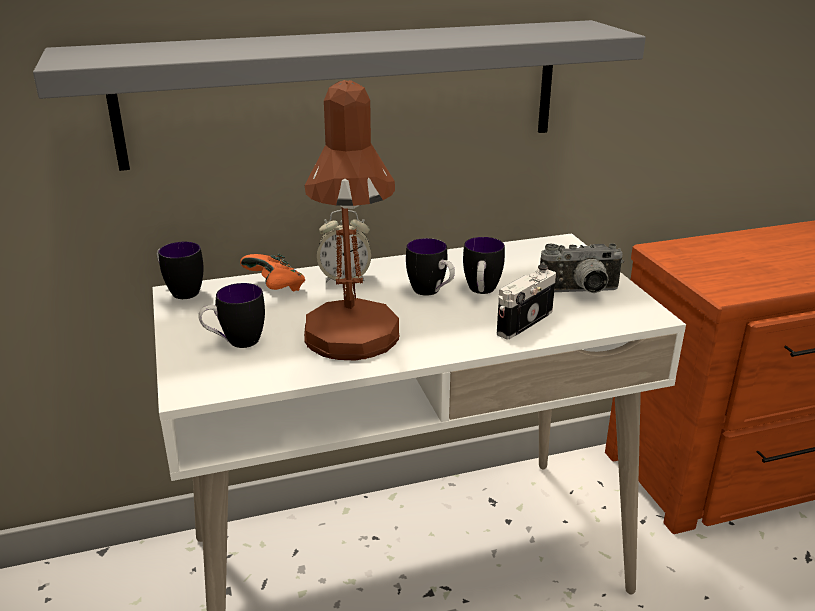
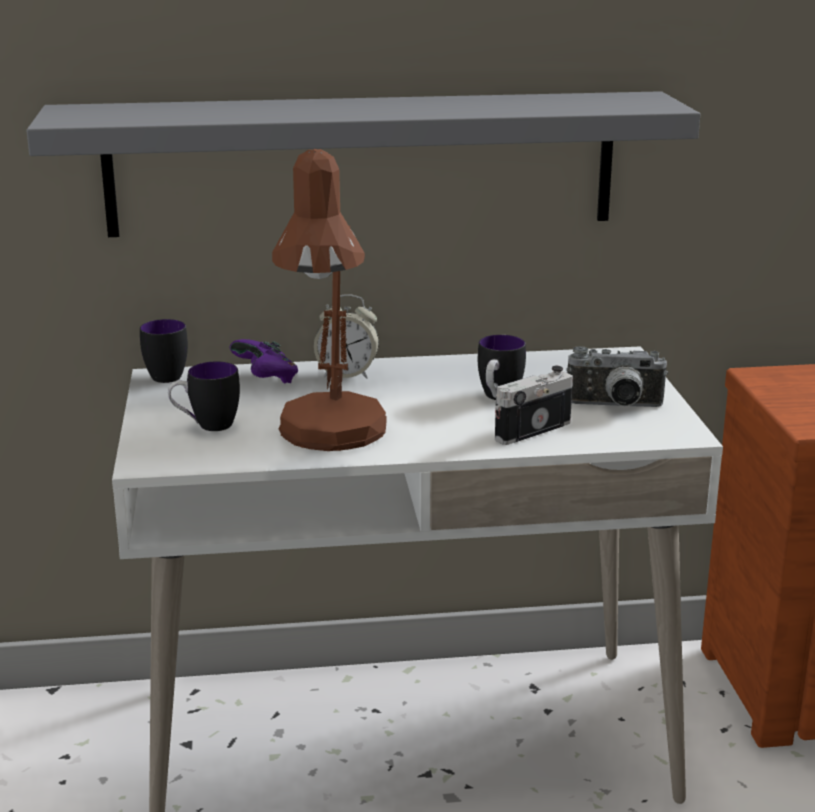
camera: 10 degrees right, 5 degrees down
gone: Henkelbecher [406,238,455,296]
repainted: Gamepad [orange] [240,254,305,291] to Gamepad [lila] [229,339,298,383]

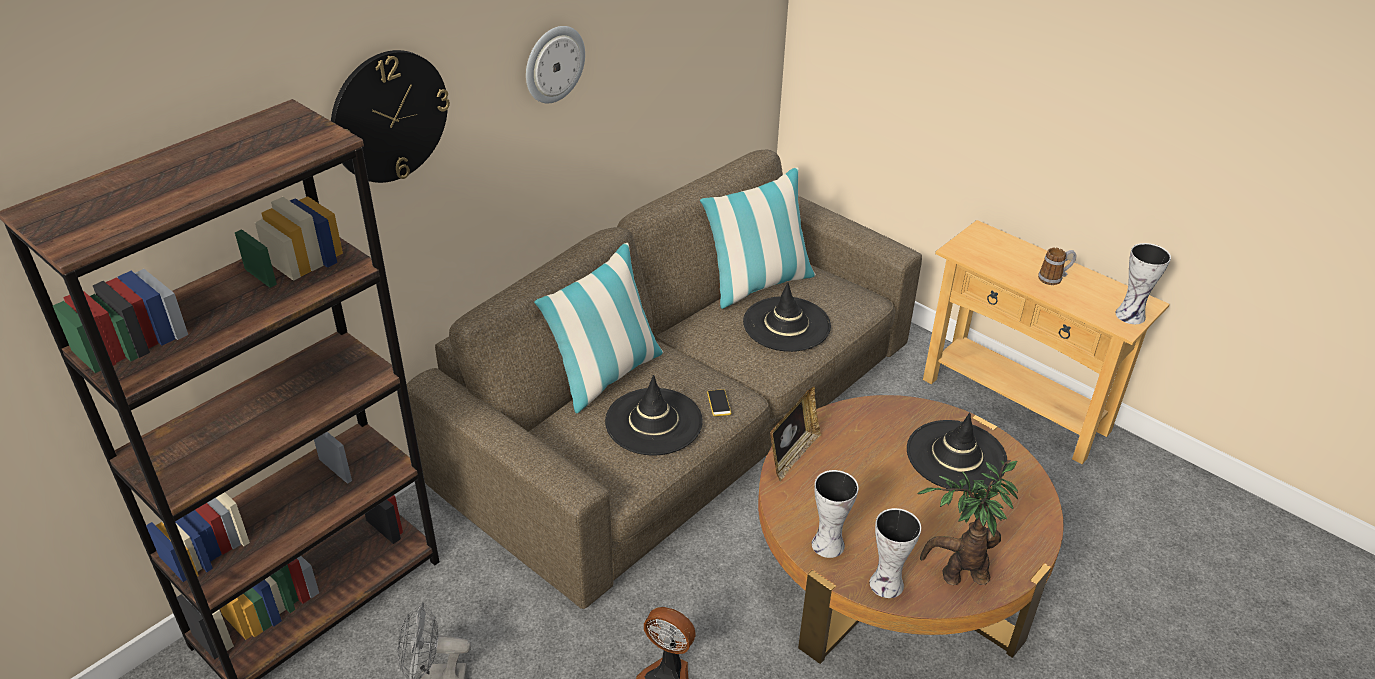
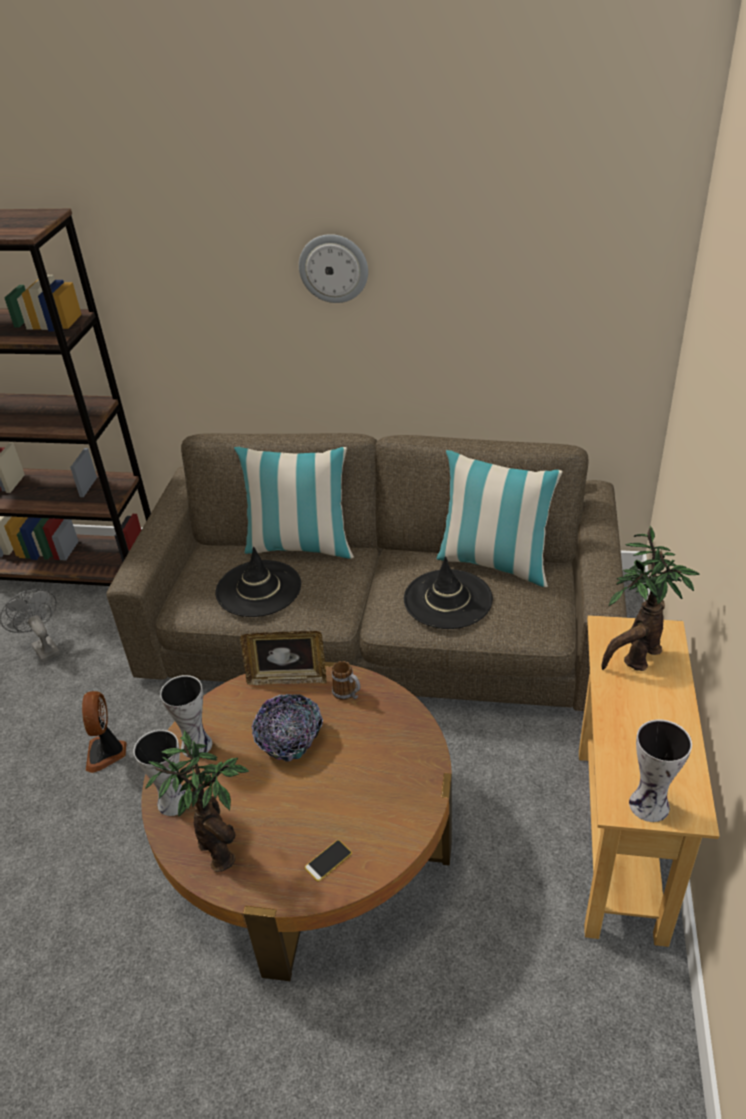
camera: 60 degrees right, 0 degrees up
gone: Wanduhr [331,50,450,183]; Hut [schwarz] [907,413,1007,490]
new: Schüssel [252,694,323,762]; Topfpflanze [601,526,700,671]
shifted: Handy [707,389,731,416] to [305,840,352,882]; Henkelbecher [1038,247,1076,285] to [332,661,360,700]

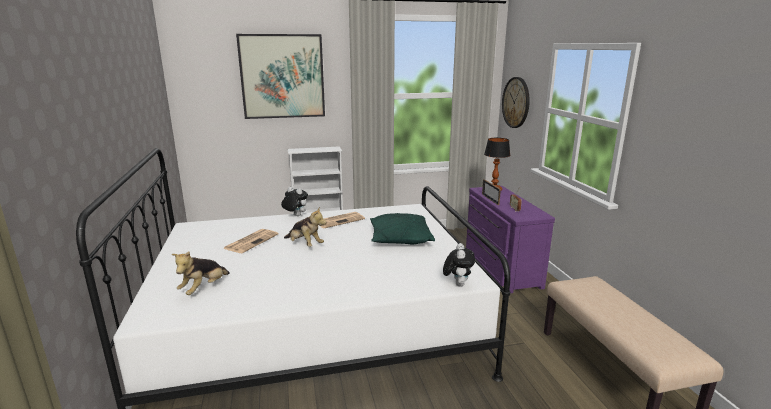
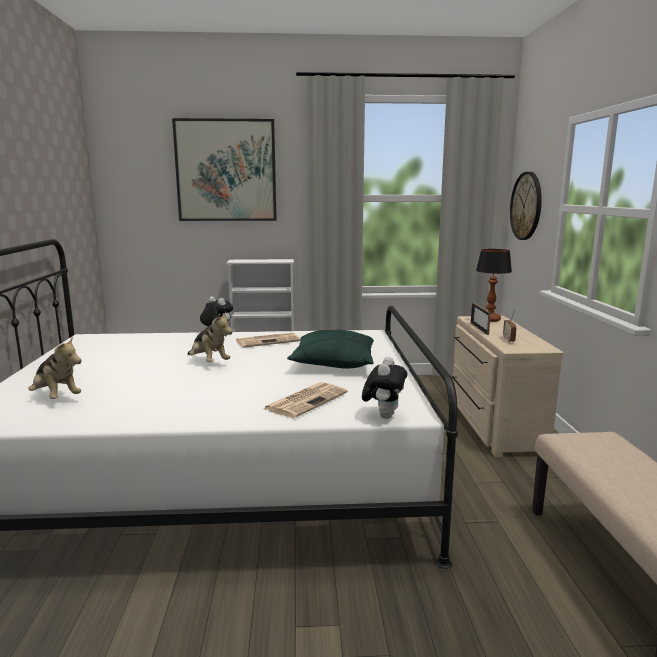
camera: 10 degrees right, 5 degrees down
shifted: Zeitung [223,229,278,253] to [262,382,348,418]
repainted: Kommode [lila] [466,186,555,293] to Kommode [beige] [452,316,564,457]
rotated: Plüschtier [172,251,230,295] = [28,336,81,399] 90 degrees counterclockwise

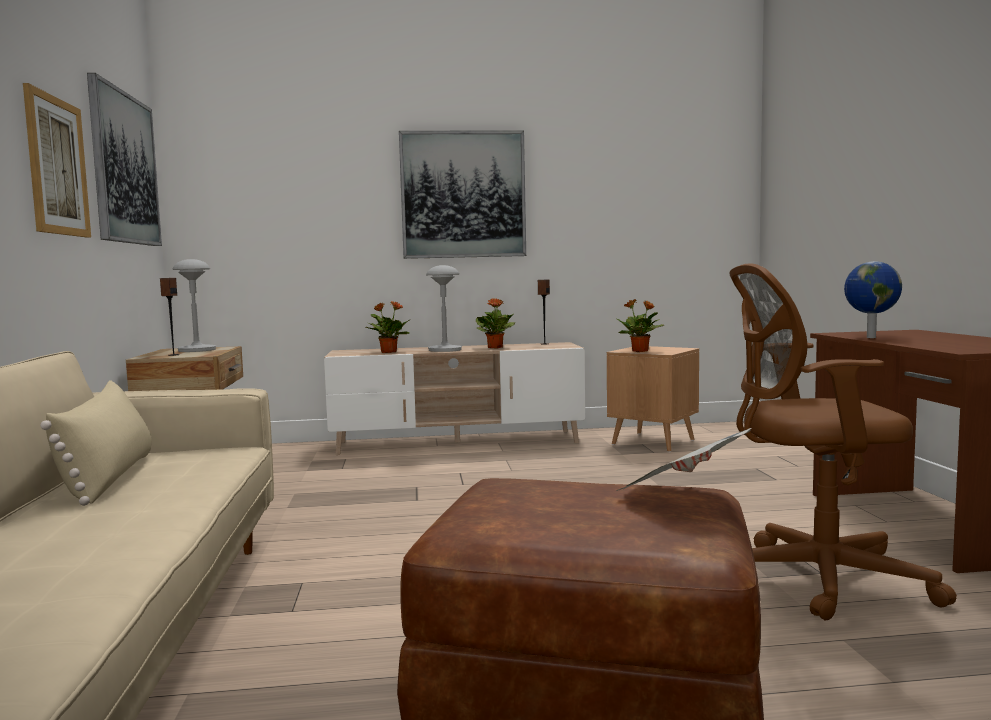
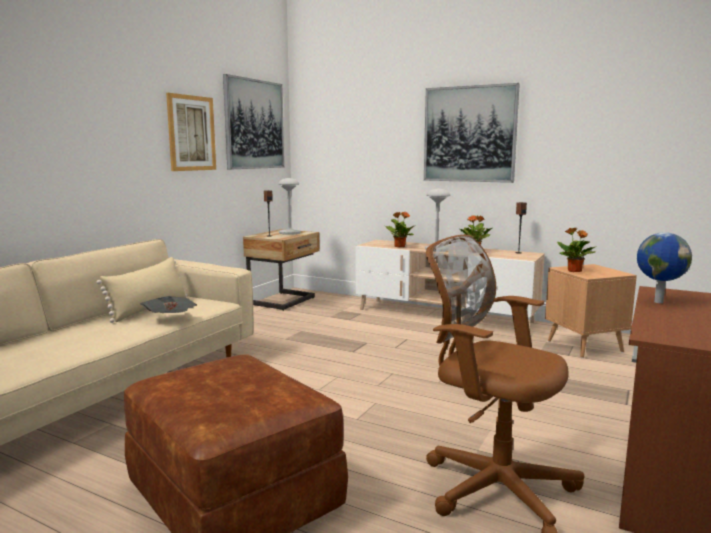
camera: 35 degrees right, 5 degrees up
shifted: Zeitung [616,428,752,491] to [140,296,197,313]

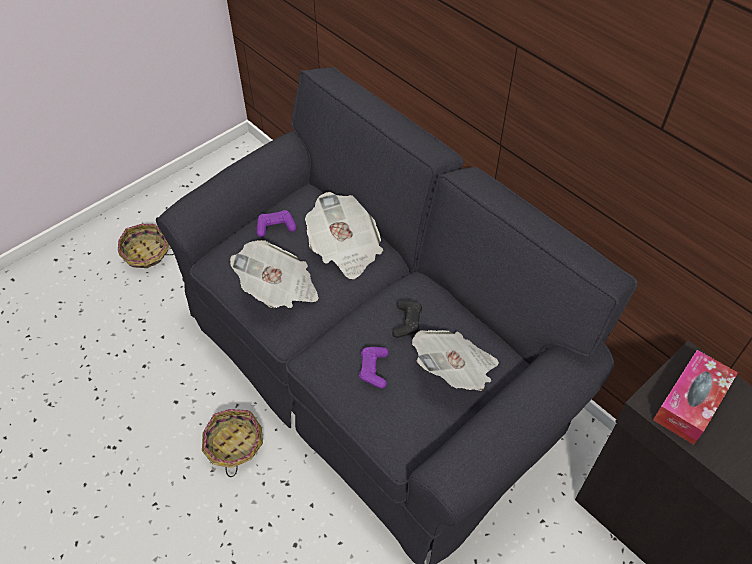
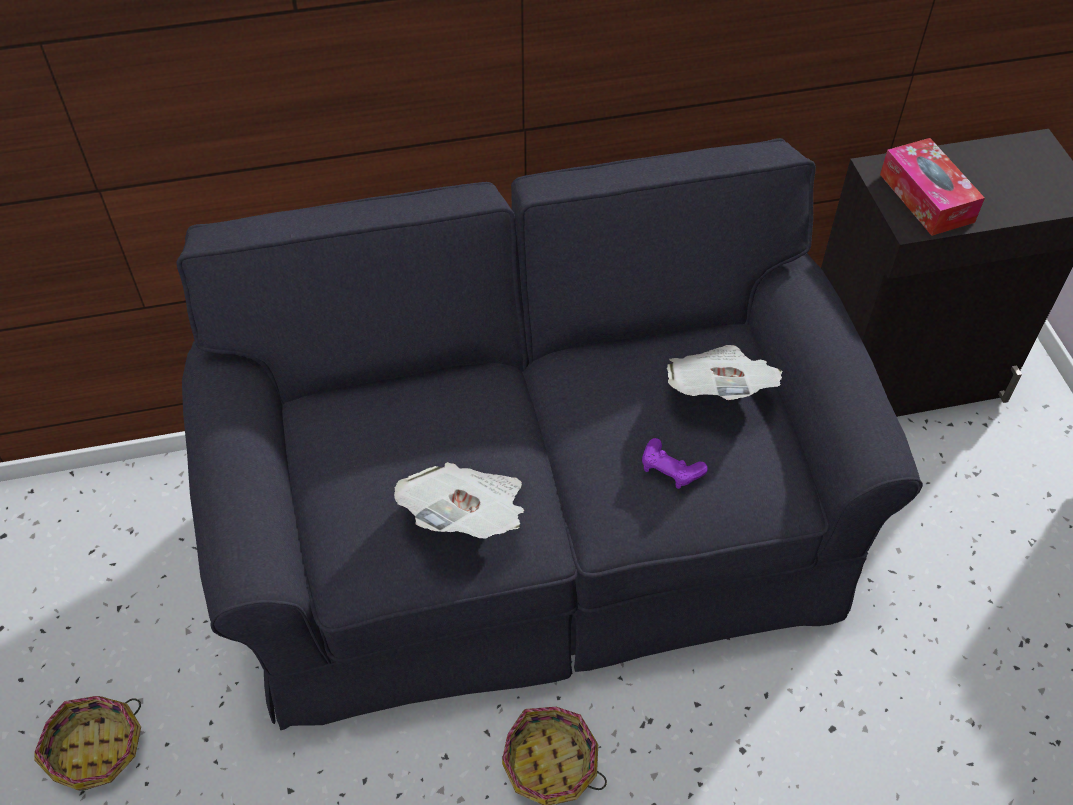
camera: 60 degrees left, 0 degrees up
gone: Gamepad [lila] [257,210,297,237]; Zeitung [305,192,383,279]; Gamepad [schwarz] [392,300,422,338]

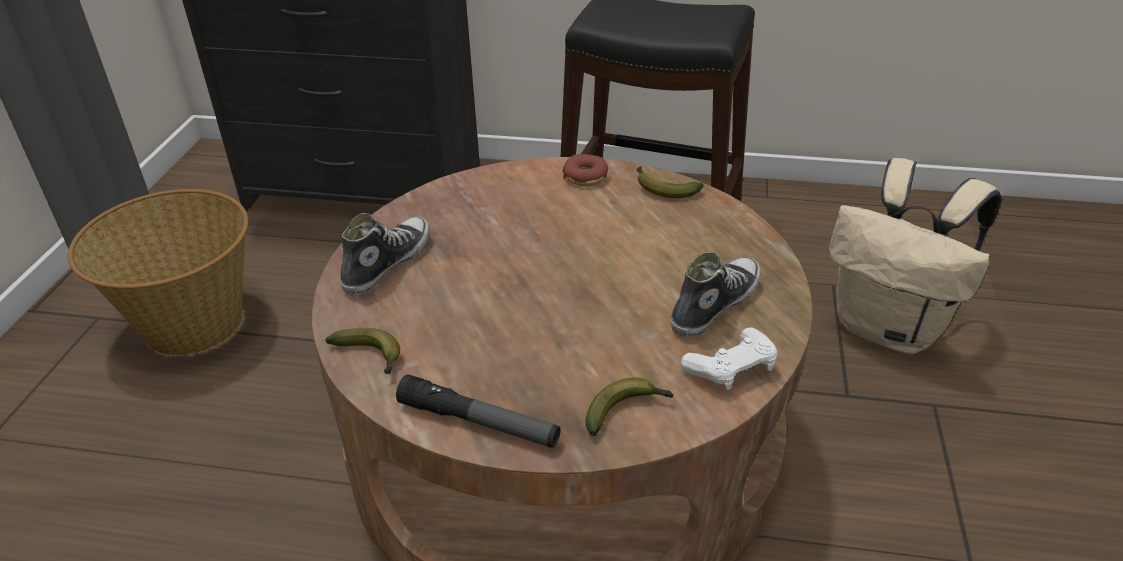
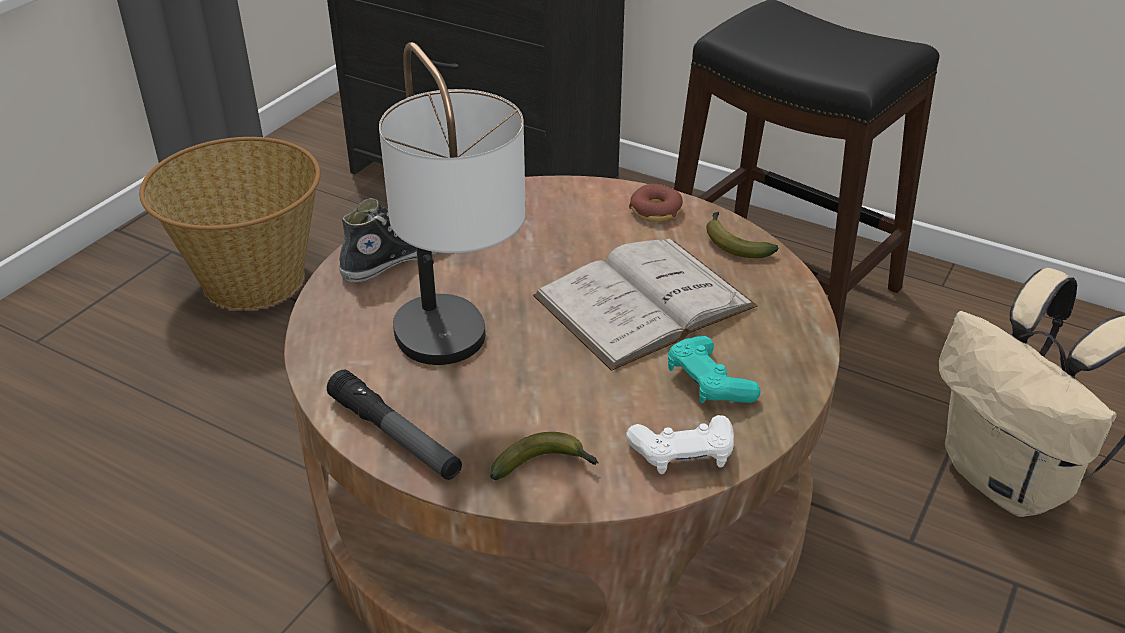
camera: 20 degrees right, 0 degrees up
gone: Banane [325,328,400,375]
new: Tischlampe [379,42,526,365]; Buch [weiß] [533,238,758,371]
swapped: Schuh [671,252,761,338] to Gamepad [türkis] [668,336,760,403]

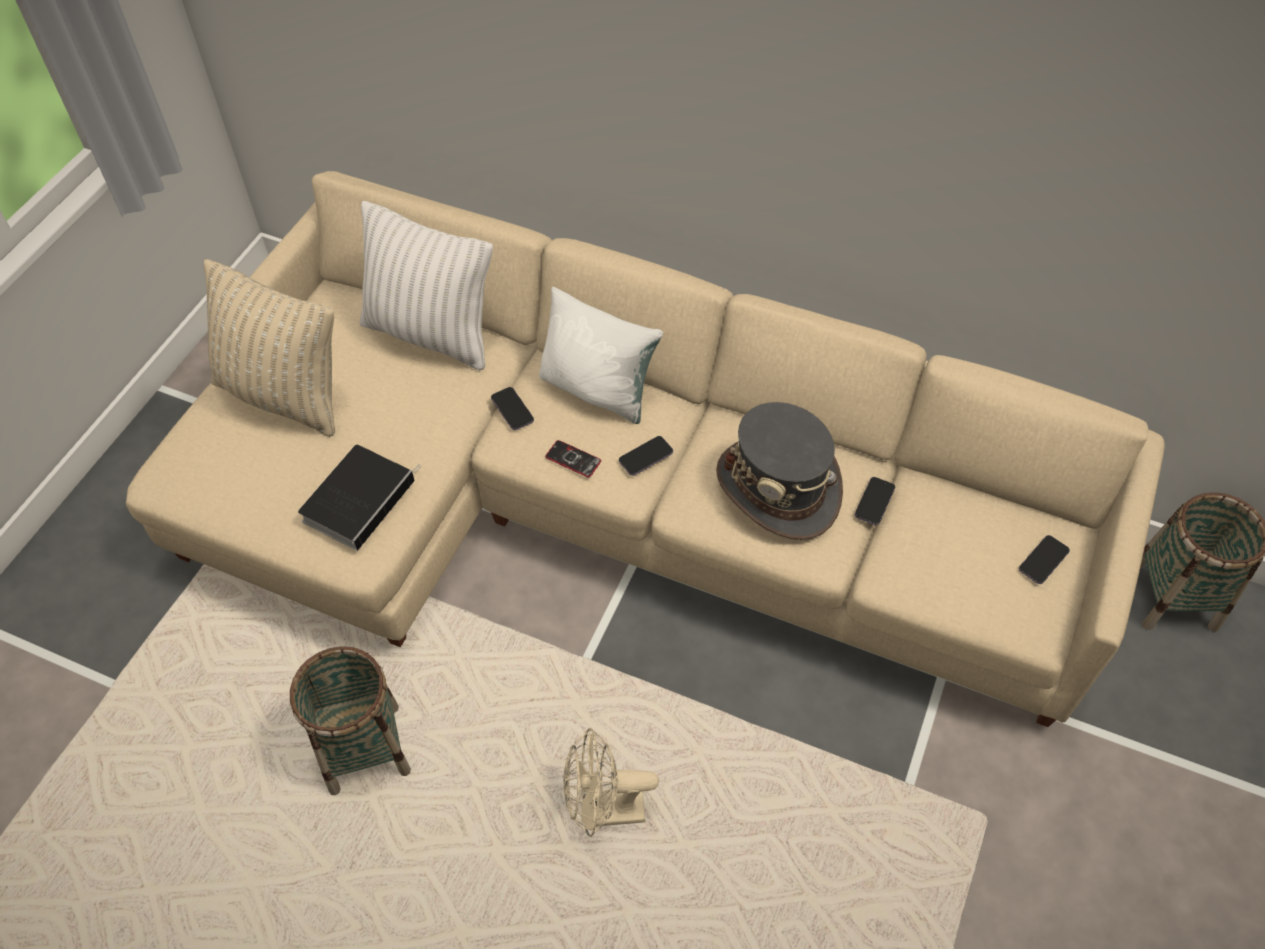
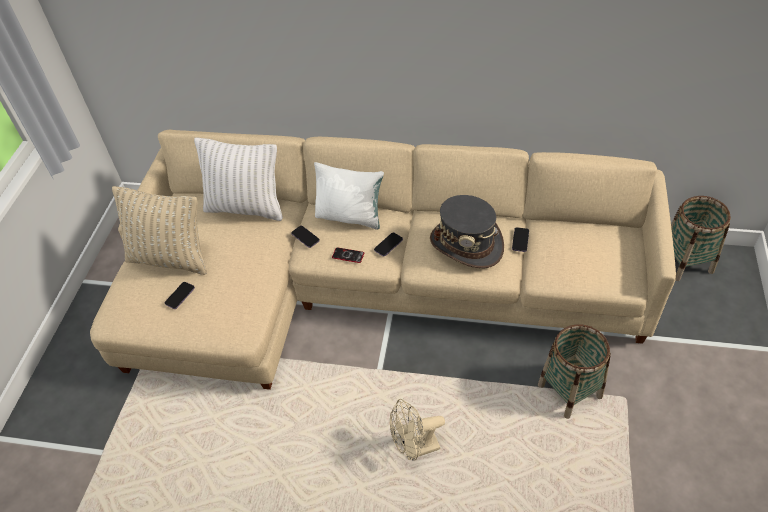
camera: 10 degrees left, 5 degrees down
gone: Buch [298,444,421,551]
shifted: Korb [290,646,411,795] to [538,324,611,419]; Handy [1019,535,1070,584] to [165,282,195,309]

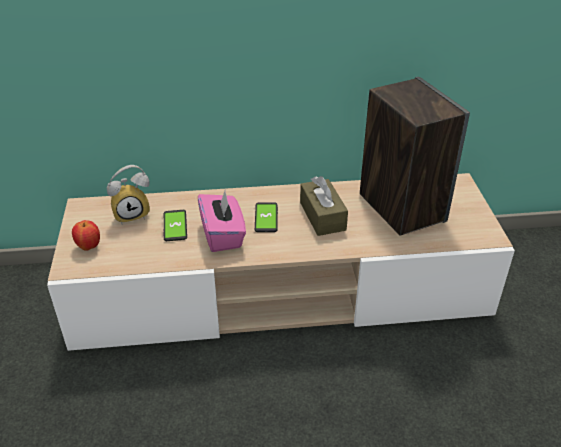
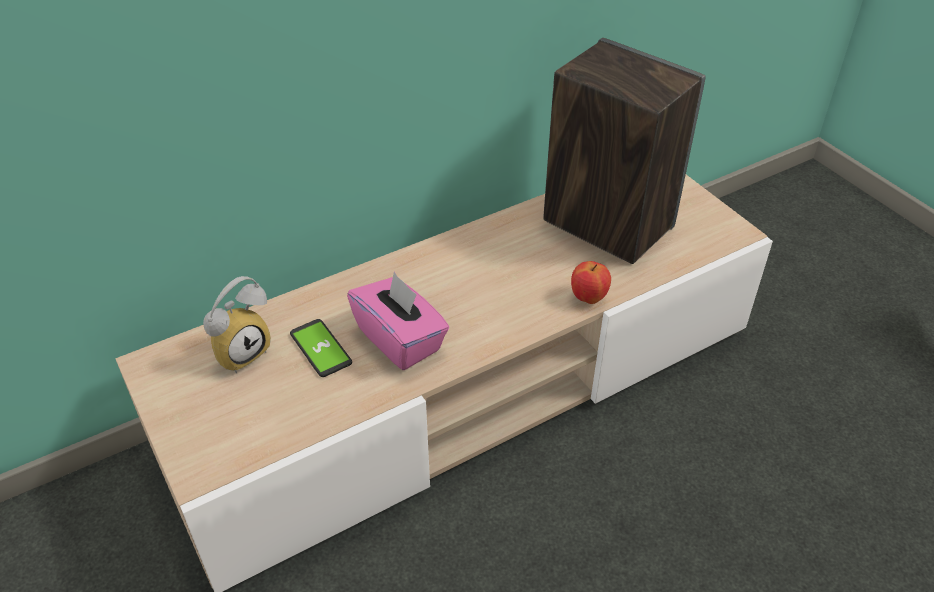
camera: 25 degrees left, 5 degrees up
gone: Handy [255,202,278,232]; Taschentuchbox [braun] [300,176,348,236]
shifted: Apfel [72,220,100,251] to [571,261,611,304]

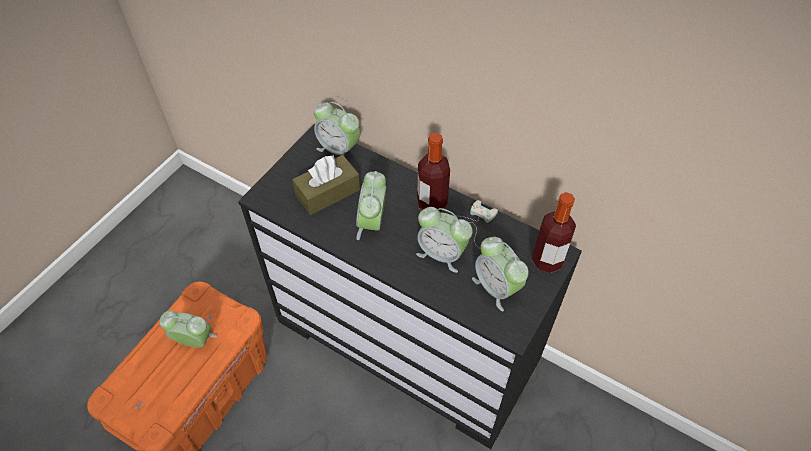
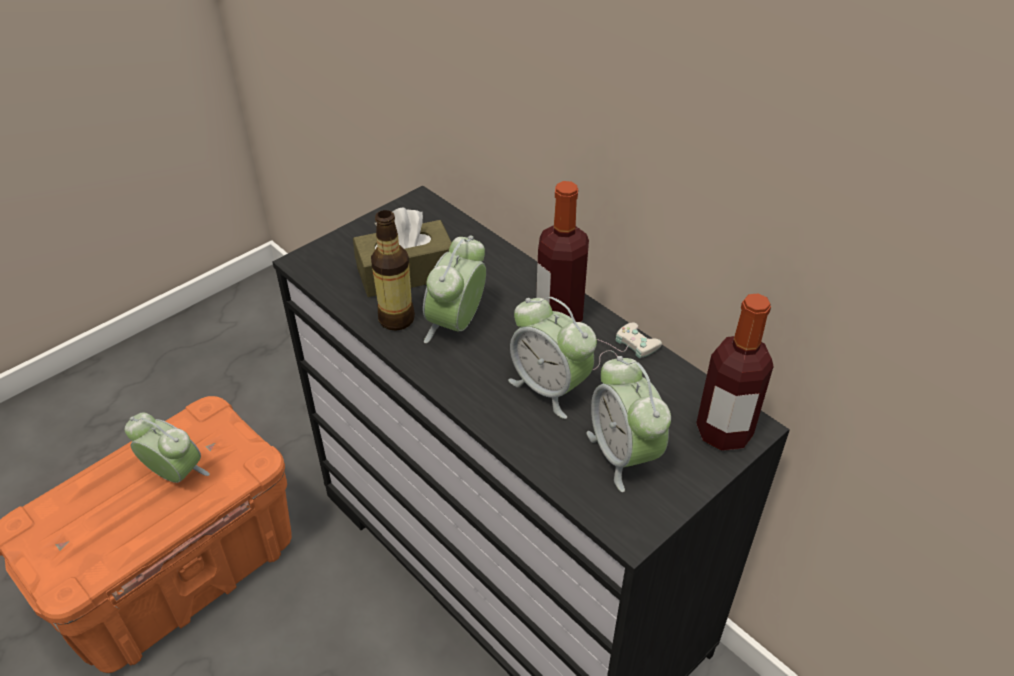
camera: 15 degrees right, 10 degrees down
gone: Wecker [314,102,360,155]
new: Flasche [371,210,415,331]

